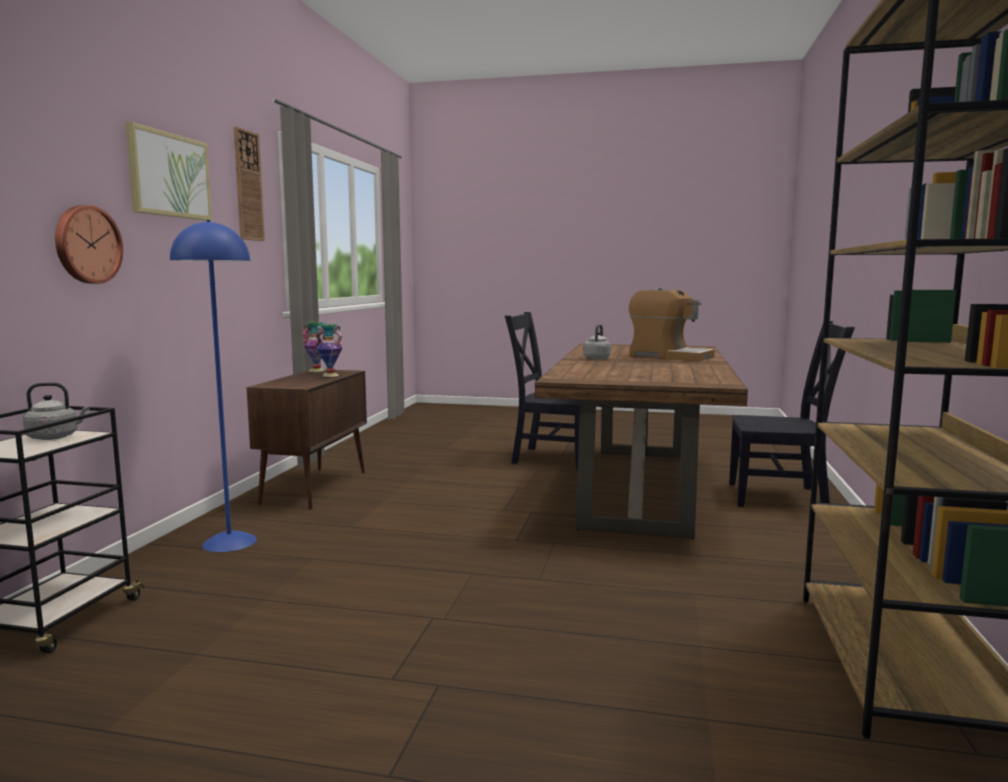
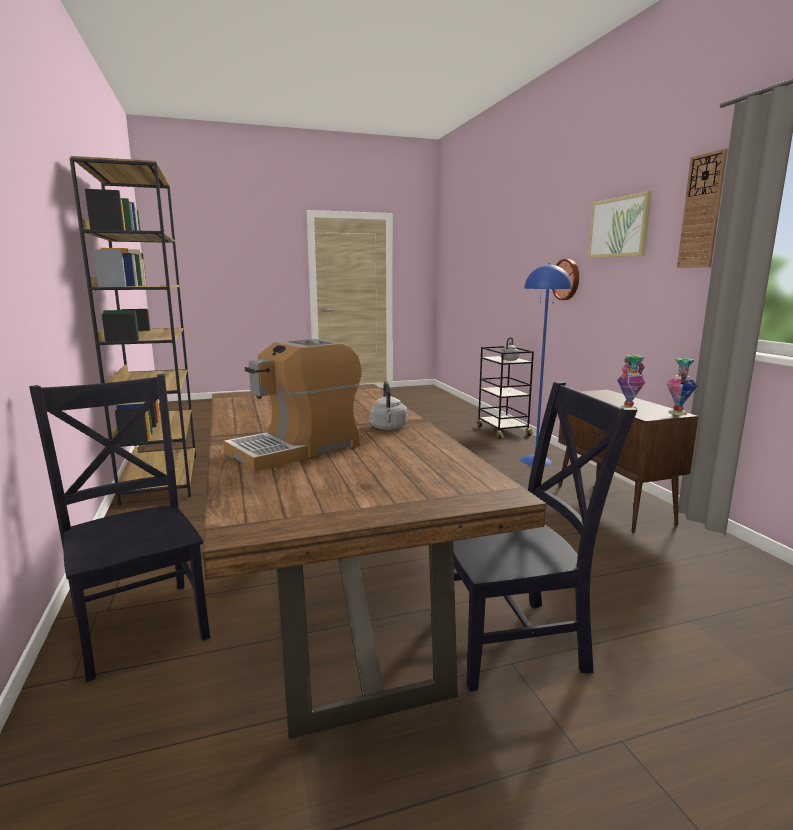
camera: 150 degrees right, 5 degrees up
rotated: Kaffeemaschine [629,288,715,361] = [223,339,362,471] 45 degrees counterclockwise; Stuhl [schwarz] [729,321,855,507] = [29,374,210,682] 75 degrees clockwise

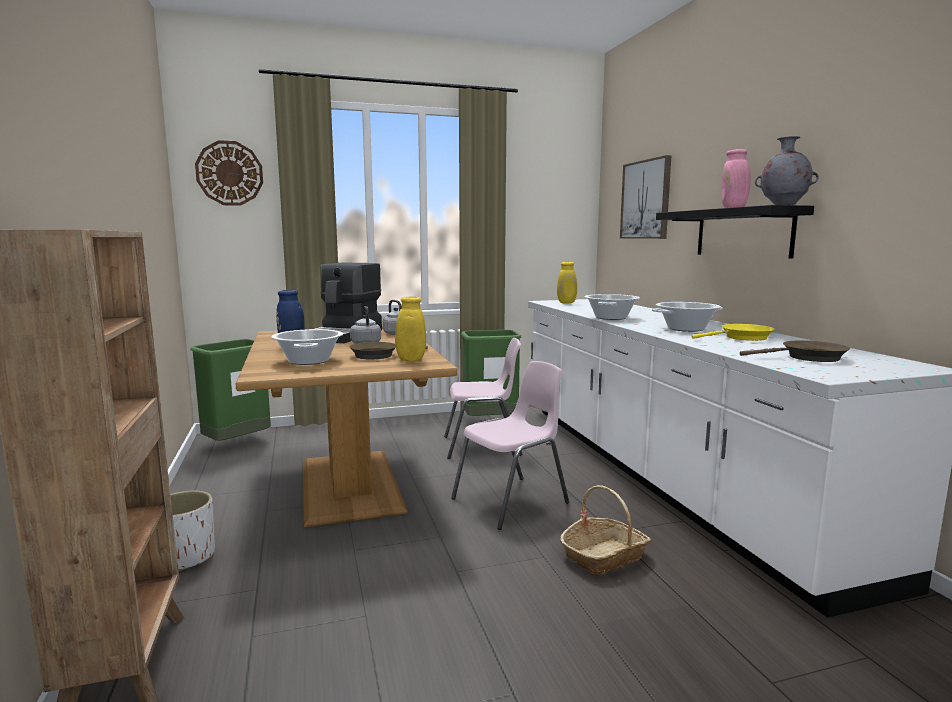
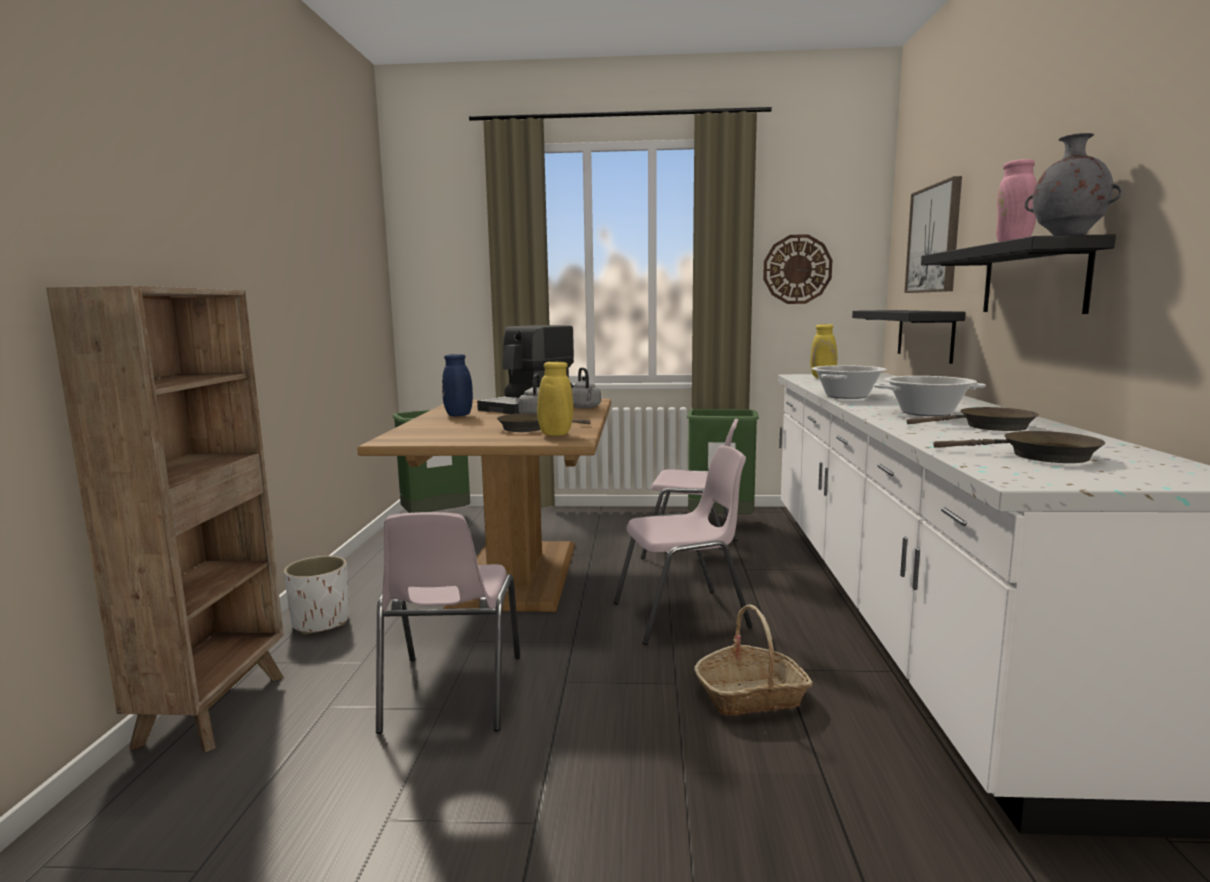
camera: 20 degrees right, 0 degrees up
gone: Kochtopf [271,329,343,365]
new: Stuhl [rosa] [376,512,520,734]; Wandregal [schwarz] [852,310,966,364]
shifted: Wanduhr [195,140,263,206] to [763,234,832,304]
repainted: Pfanne [gelb] [691,324,775,341] to Pfanne [braun] [907,407,1039,431]

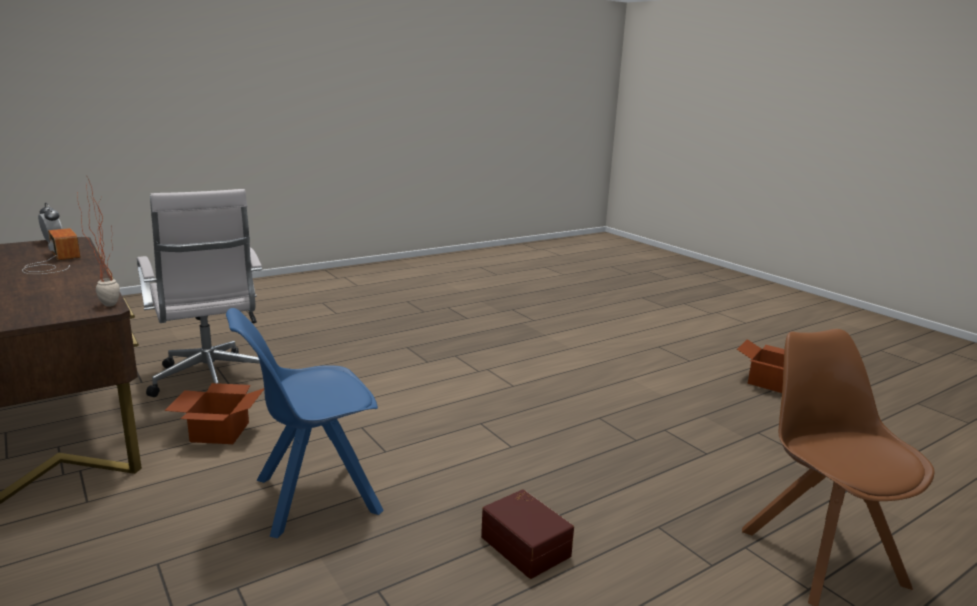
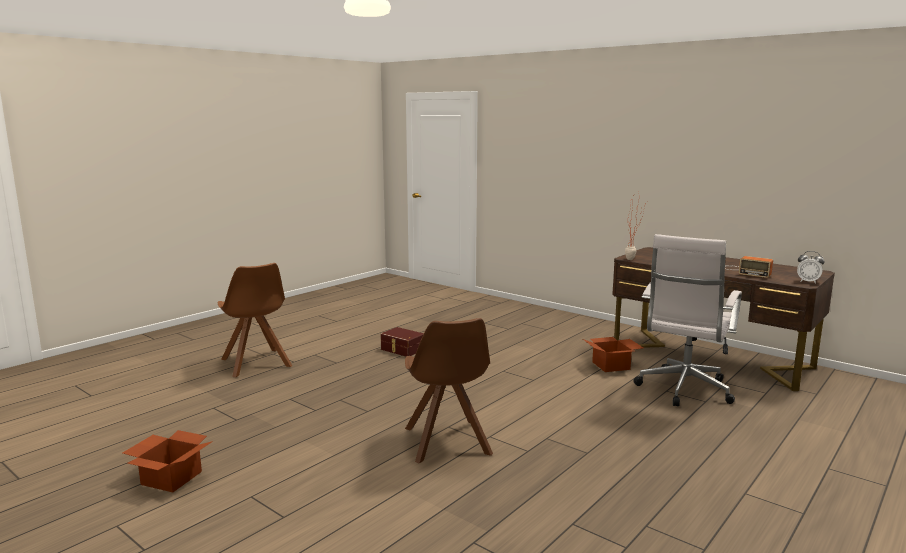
camera: 165 degrees right, 5 degrees down
gone: Stuhl [blau] [226,308,384,538]
new: Stuhl [braun] [405,318,493,464]
rotated: Bürostuhl [weiß] [137,189,262,397] = [633,234,742,406] 105 degrees counterclockwise

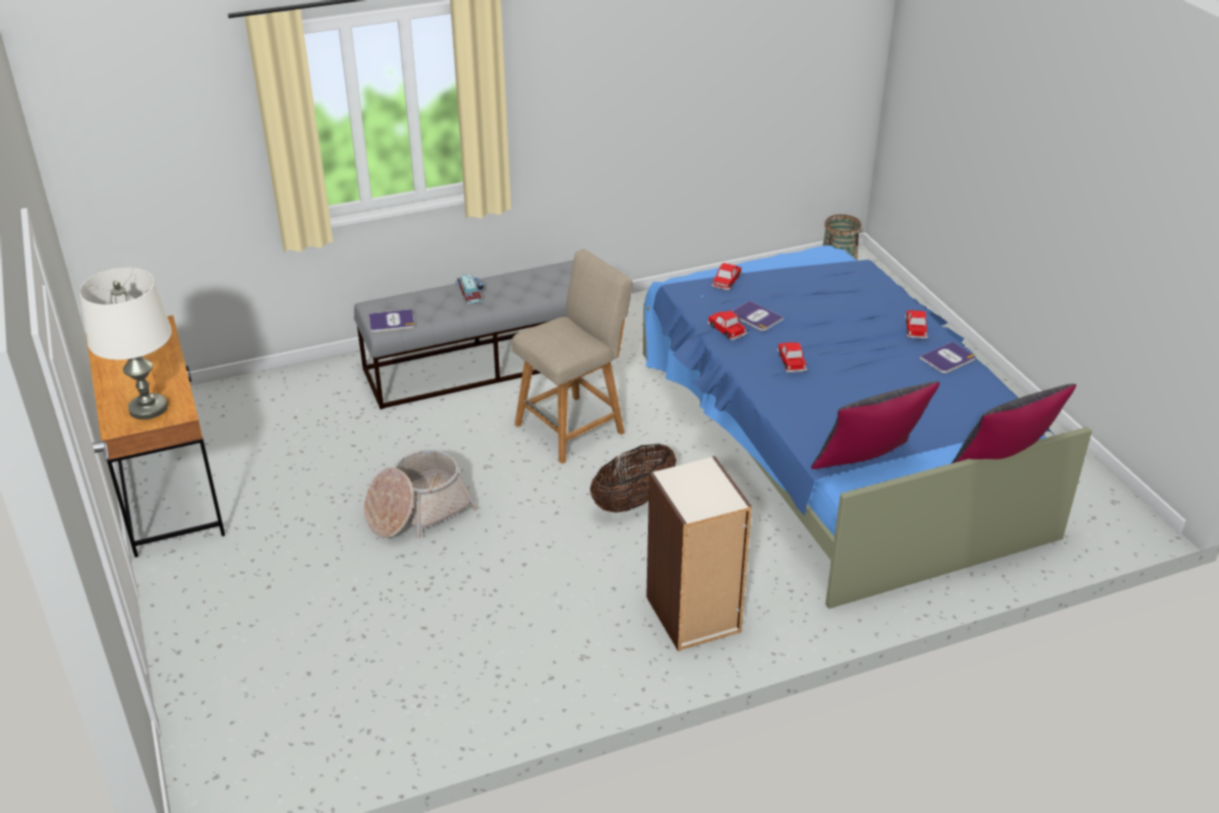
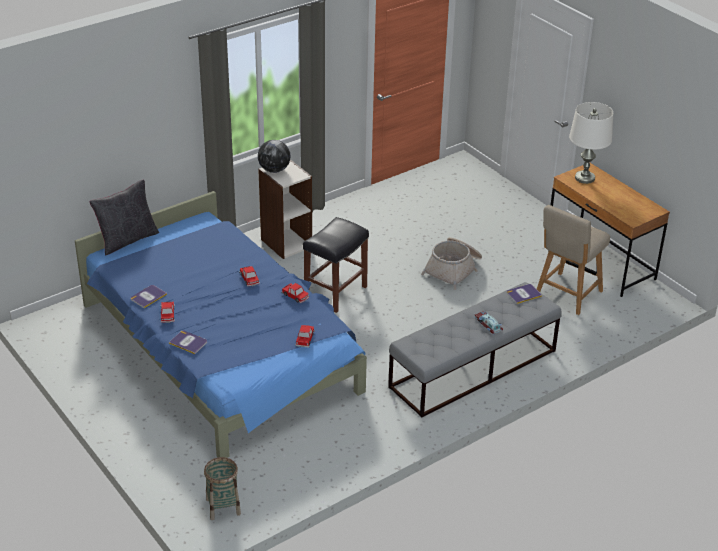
camera: 165 degrees right, 0 degrees up
gone: Kissen [schwarz] [811,381,940,469]
new: Globus [258,140,290,173]
shifted: Stuhl [beige] [512,249,633,464] to [537,205,610,315]; Buch [732,301,784,331] to [169,330,207,354]
swapped: Korb [590,443,676,513] to Hocker [schwarz] [303,217,369,313]

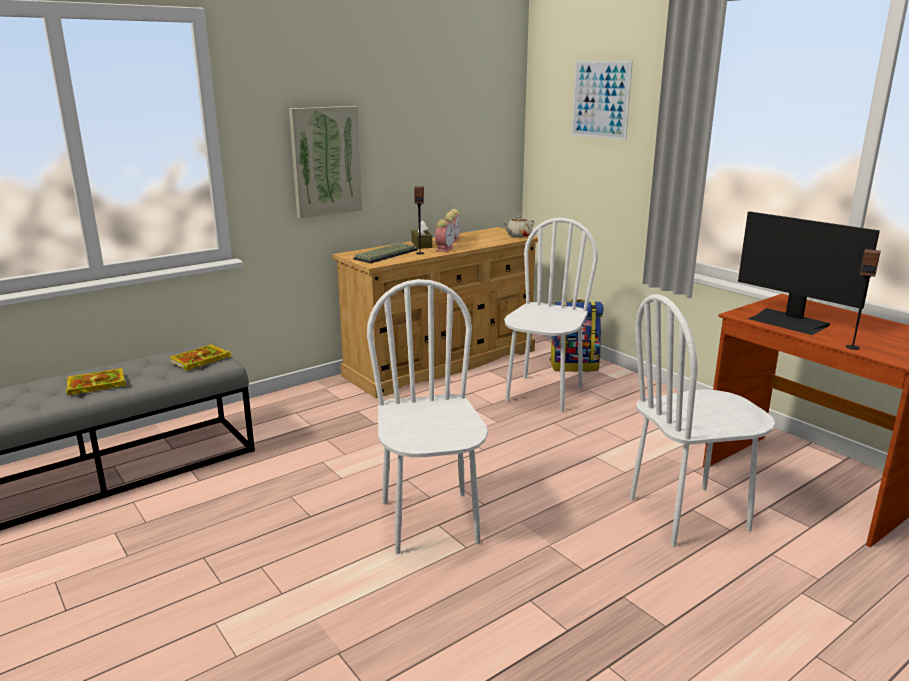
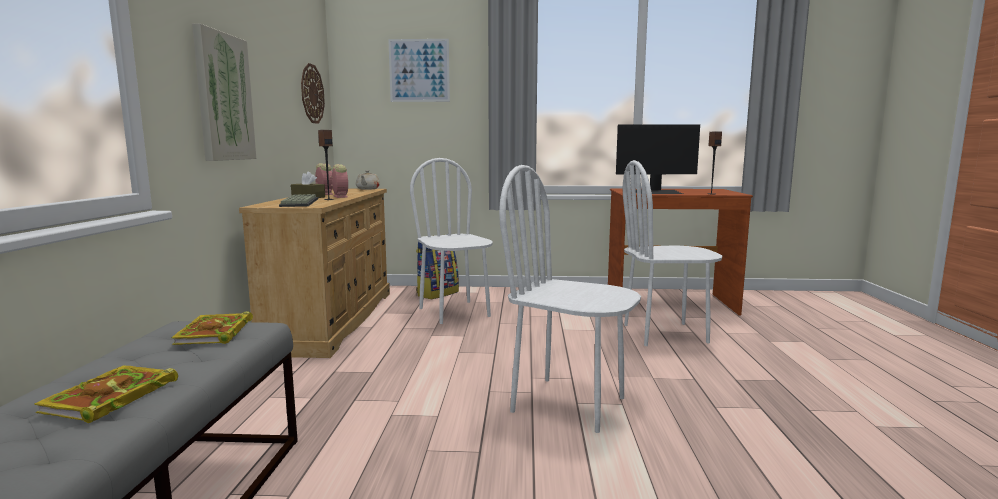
camera: 50 degrees left, 10 degrees down
new: Wanduhr [301,63,325,124]
rotated: Stuhl [weiß] [630,294,775,547] = [623,160,722,346] 60 degrees clockwise

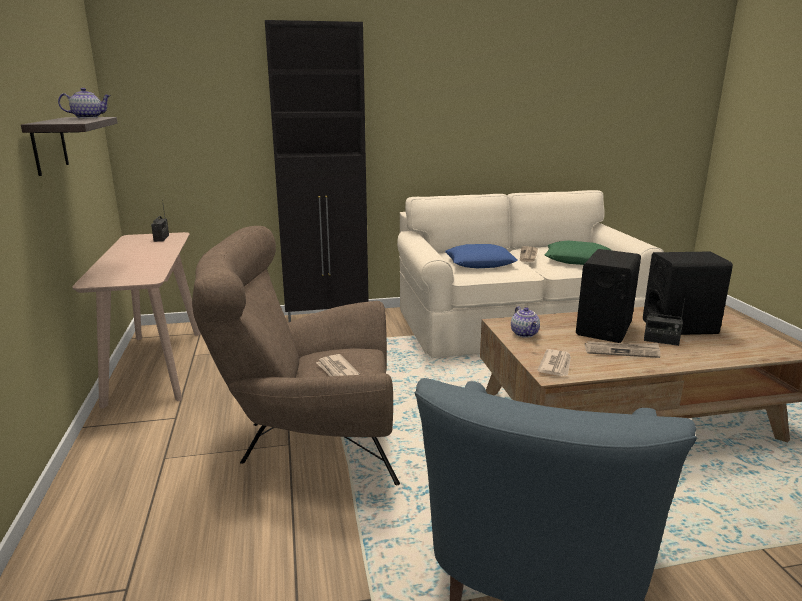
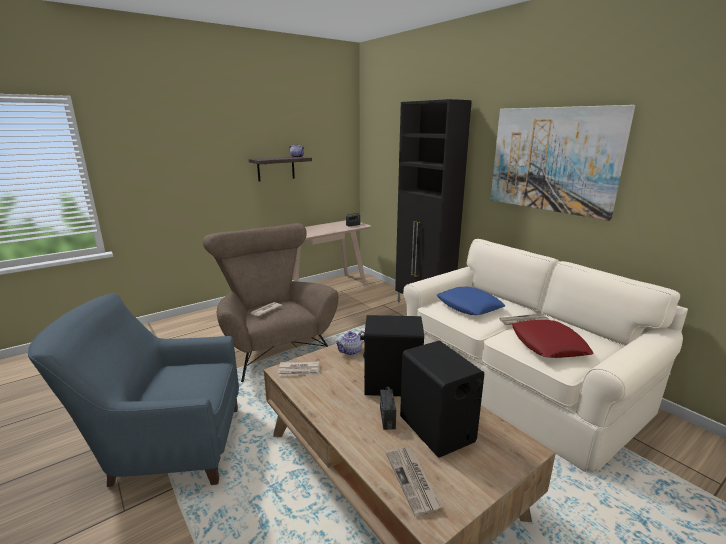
camera: 65 degrees right, 0 degrees up
new: Bild [491,105,635,221]
shifted: Zeitung [585,341,661,358] to [386,446,442,517]
repainted: Kissen [grün] [545,241,611,265] to Kissen [rot] [512,320,594,358]

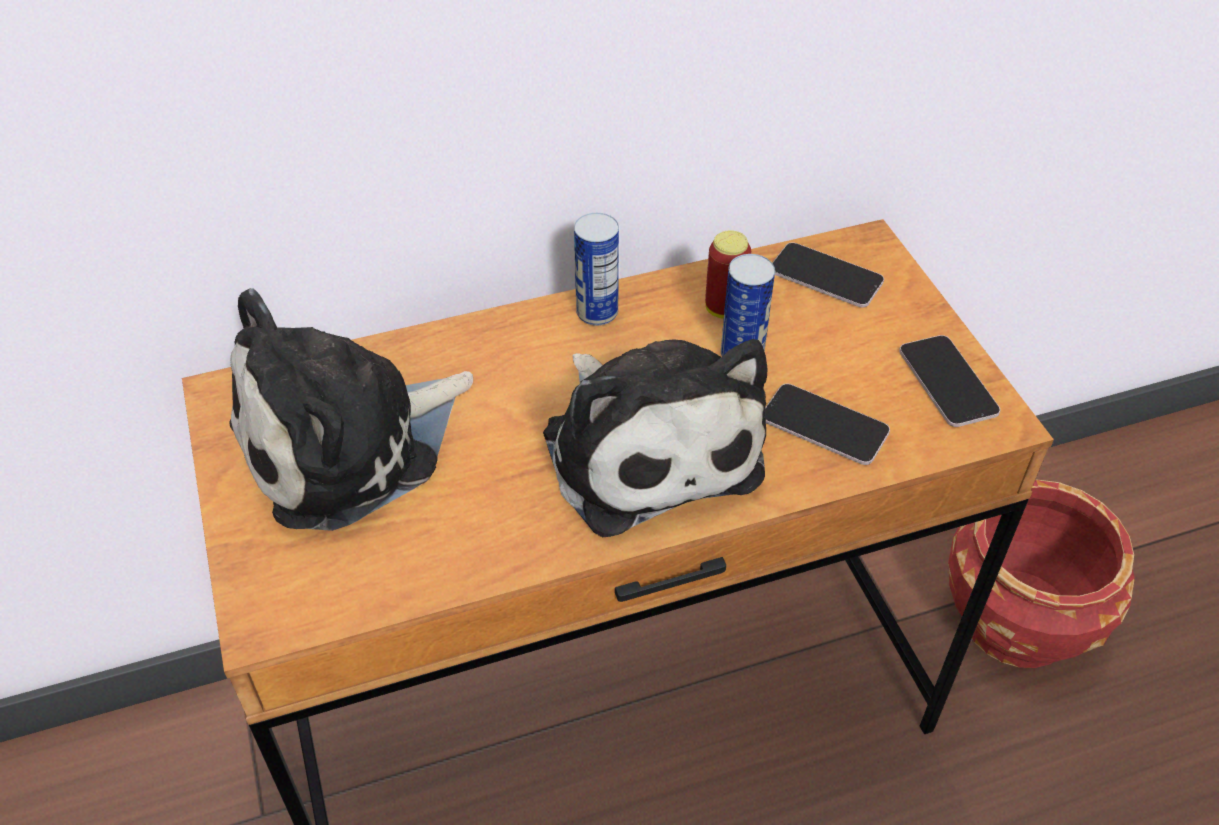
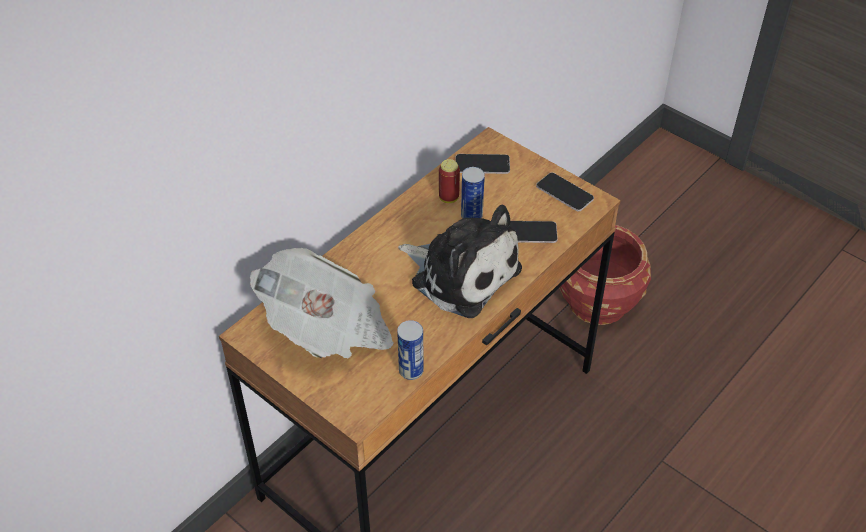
camera: 30 degrees left, 0 degrees up
shifted: Dose [574,213,619,326] to [397,320,424,380]
swapped: Plüschtier [230,288,473,531] to Zeitung [250,248,394,358]

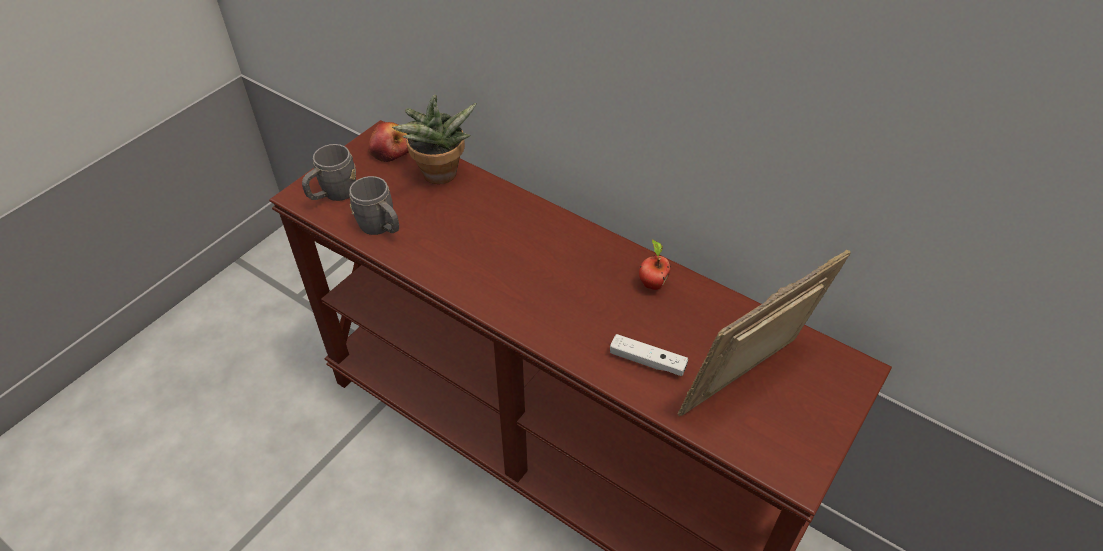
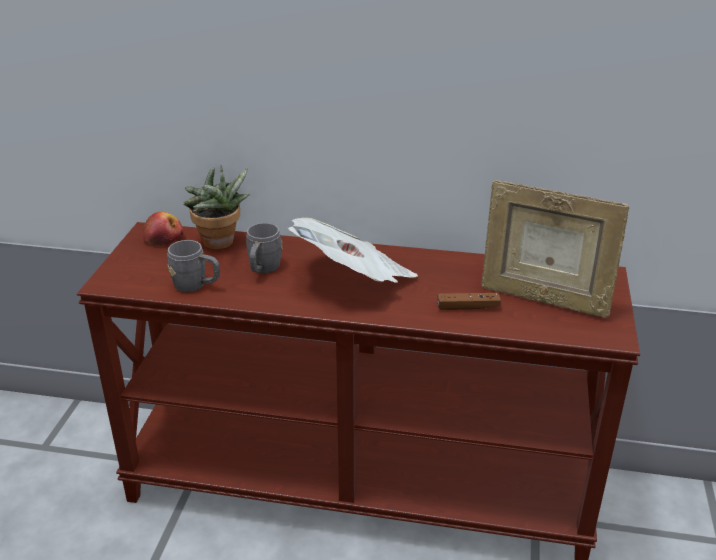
camera: 25 degrees left, 15 degrees down
gone: Apfel [639,240,671,290]
new: Zeitung [288,218,418,283]
shifted: Henkelbecher [grau] [302,144,356,201] to [246,223,283,273]
repainted: Gamepad [weiß] [610,334,688,376] to Gamepad [braun] [438,293,501,310]
rotated: Bilderrahmen [677,250,851,417] = [481,180,629,317] 90 degrees counterclockwise

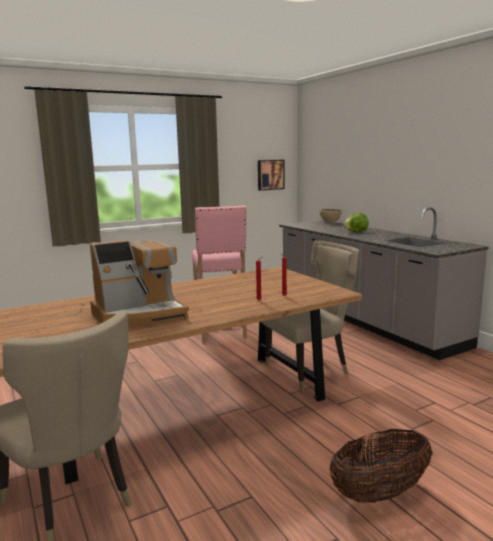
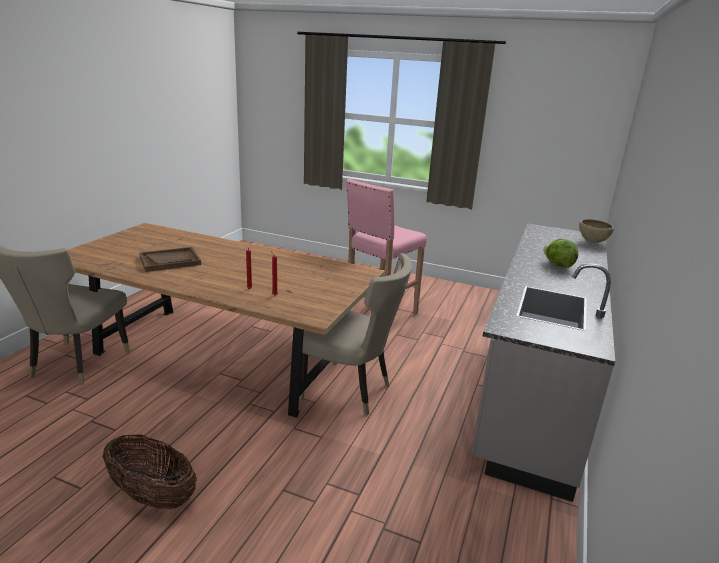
camera: 50 degrees right, 10 degrees up
gone: Bild [258,160,285,190]
swapped: Kaffeemaschine [90,239,189,327] to Tablett [braun] [139,247,201,272]

